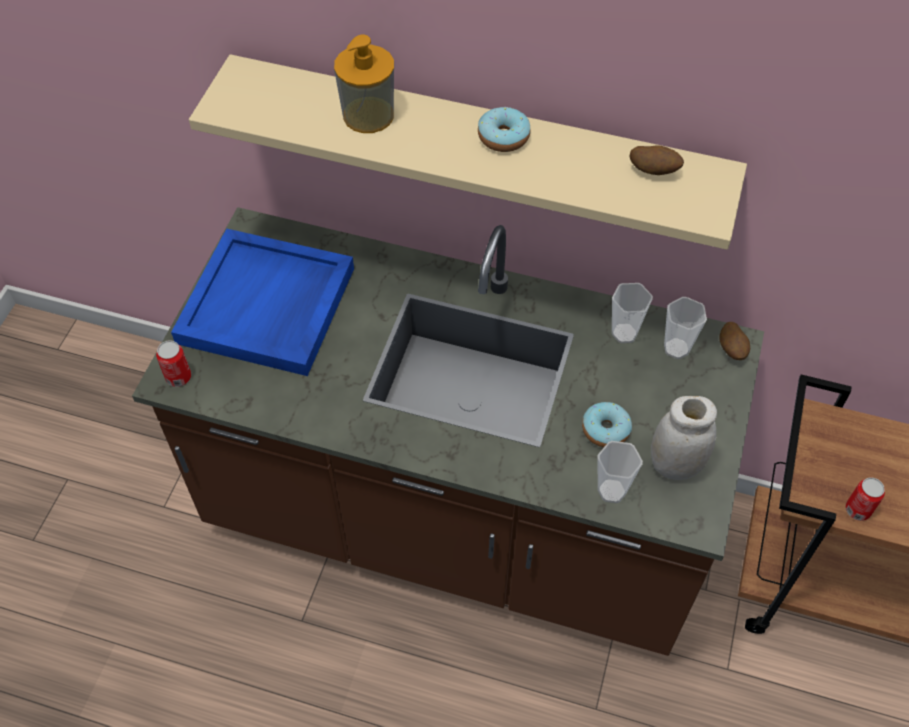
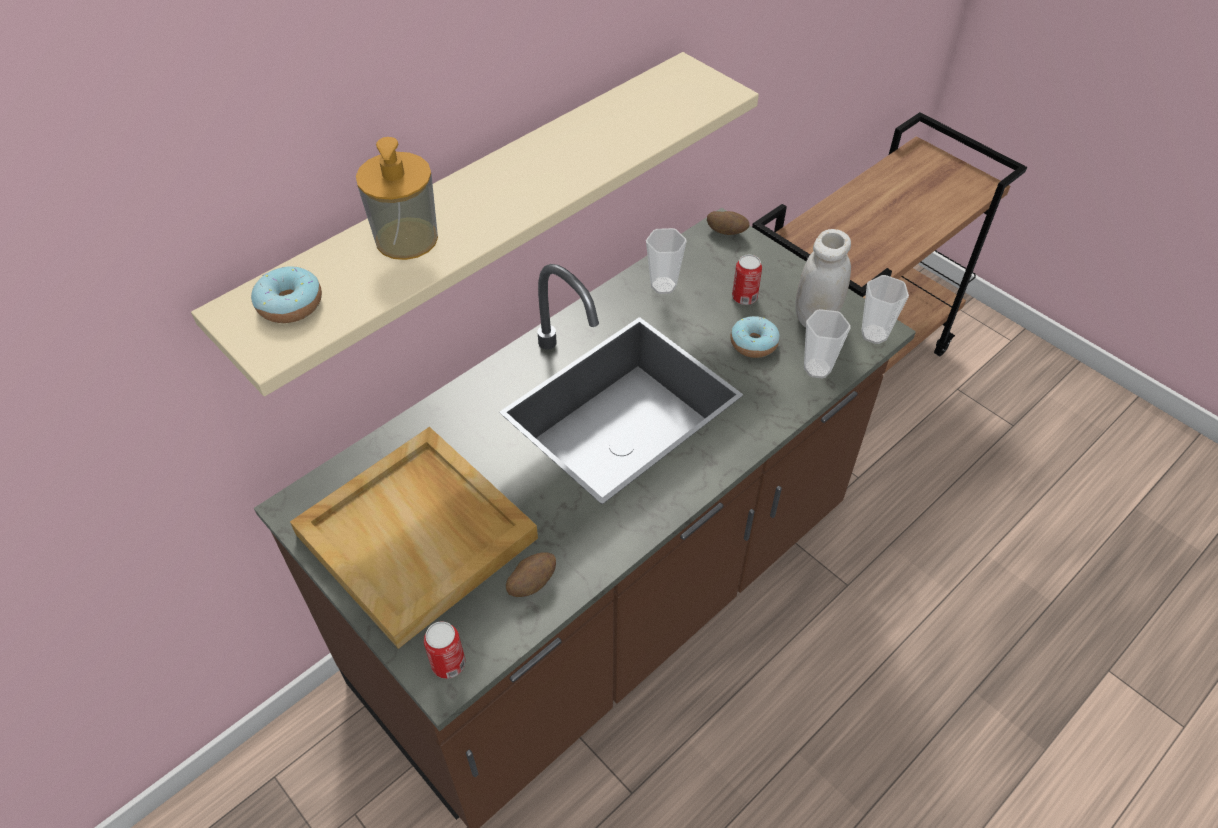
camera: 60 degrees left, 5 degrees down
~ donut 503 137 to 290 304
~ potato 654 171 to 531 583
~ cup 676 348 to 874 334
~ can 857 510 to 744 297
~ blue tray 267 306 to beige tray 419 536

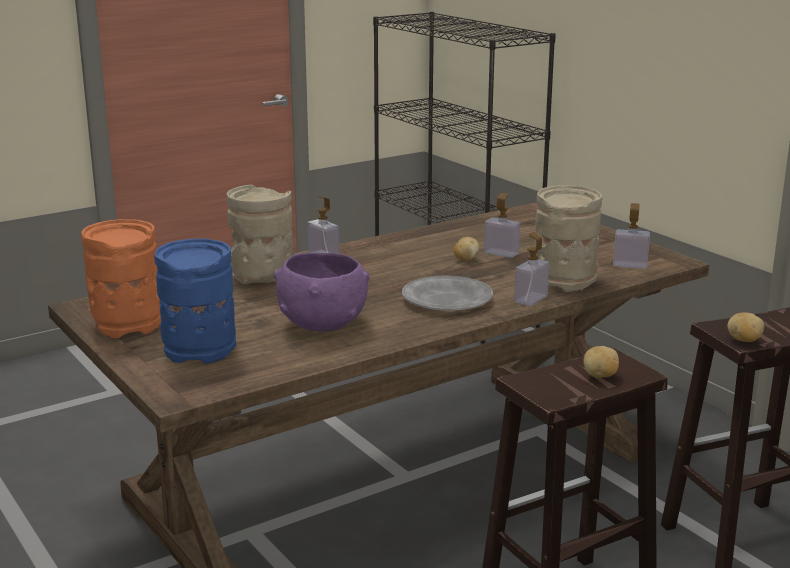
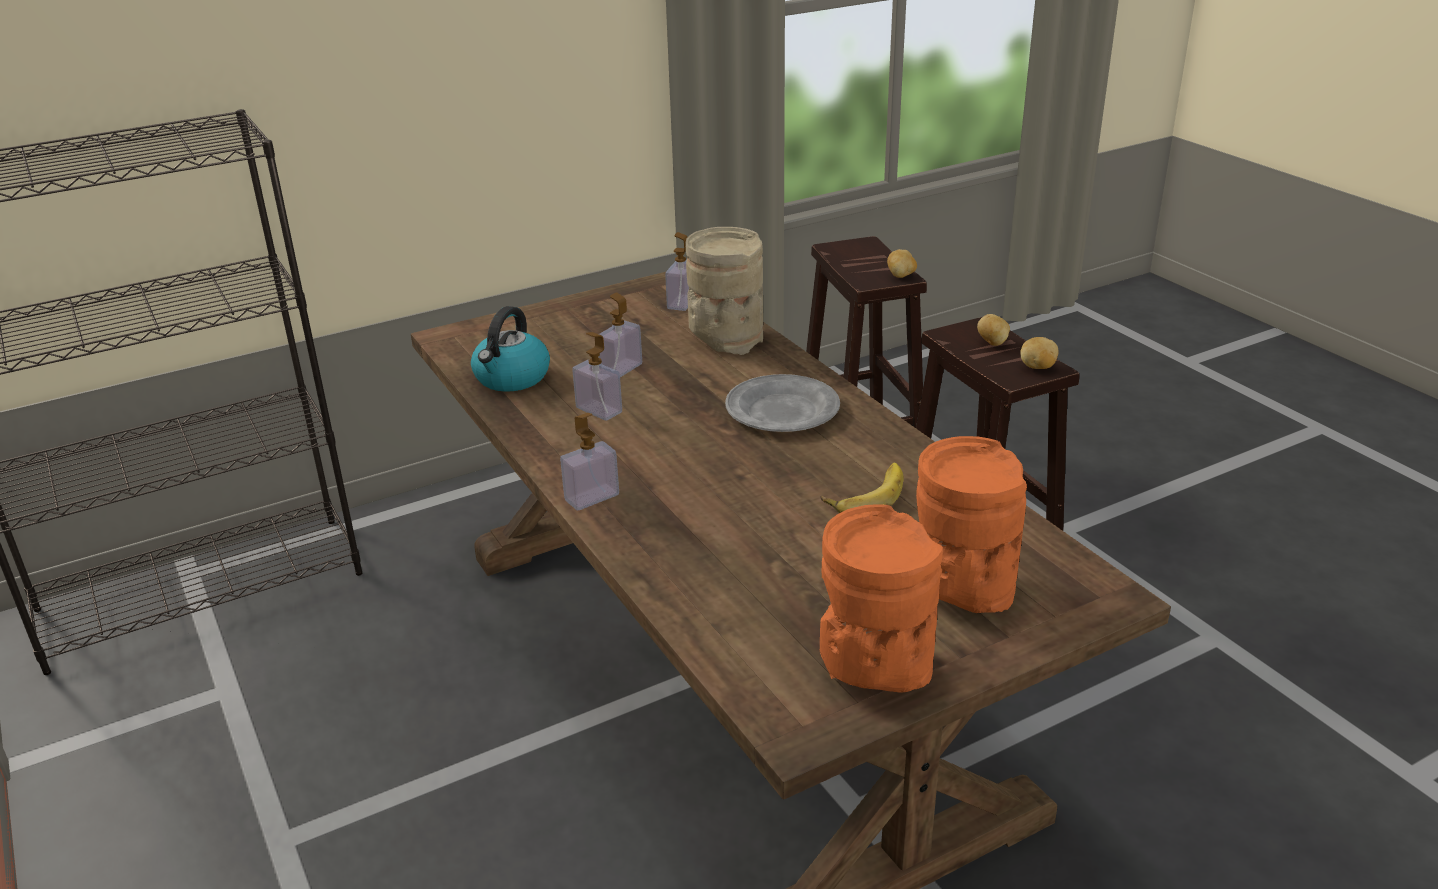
camera: 85 degrees left, 10 degrees up
- beige vase 261 279
+ kettle 512 378
~ potato 466 259 to 1037 367
~ soap dispenser 530 299 to 599 410
~ purple bowl 323 324 to banana 865 494
~ blue vase 200 349 to orange vase 960 589

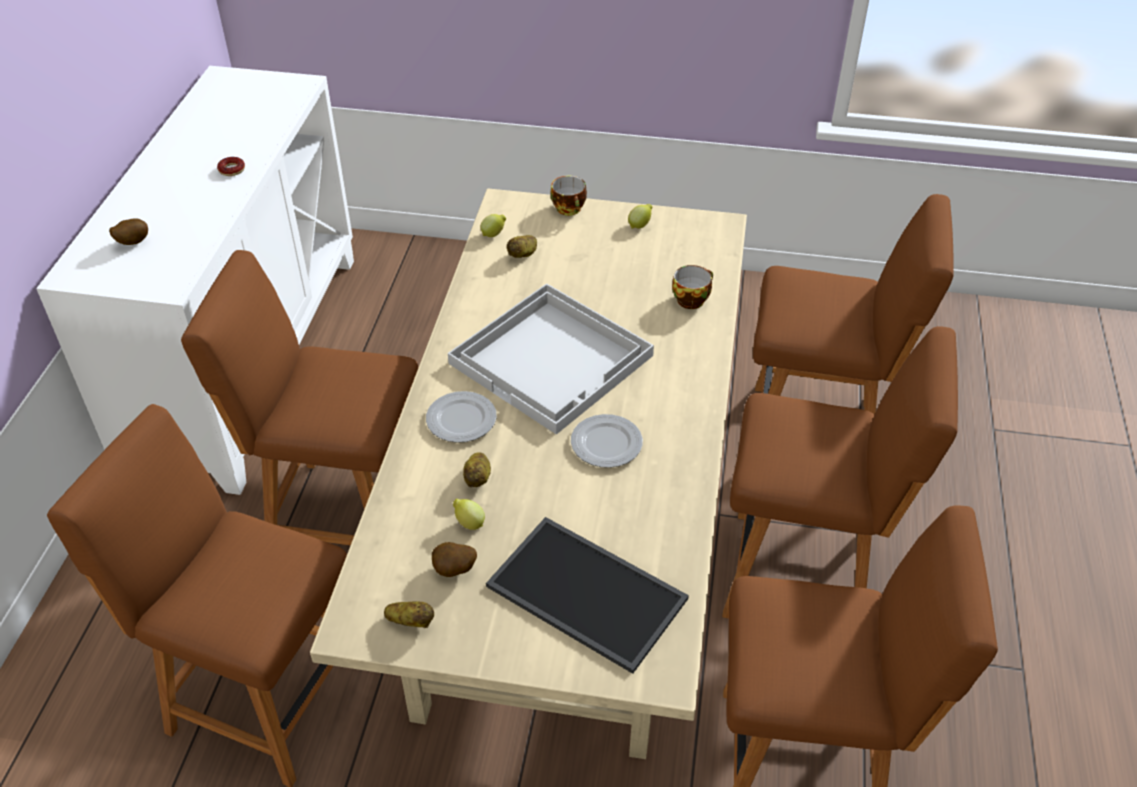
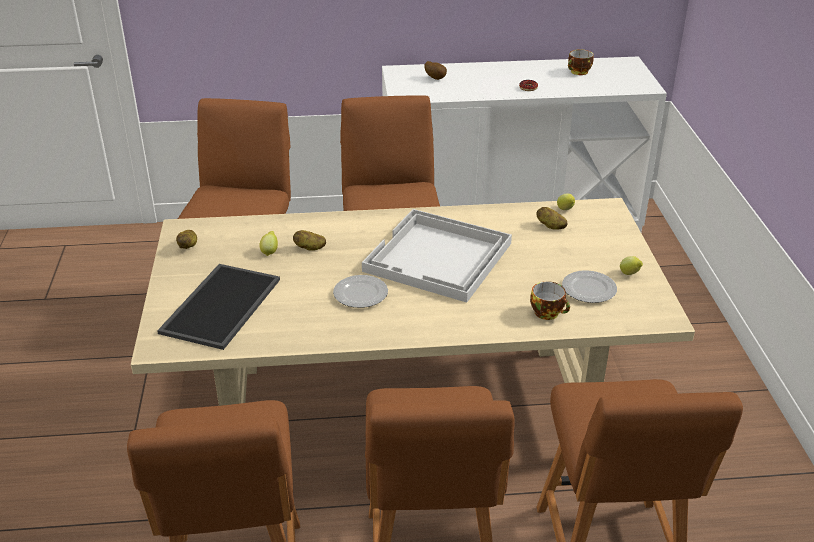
camera: 75 degrees right, 10 degrees down
- potato 454 571
~ plate 462 419 to 589 289
~ cup 570 209 to 579 72

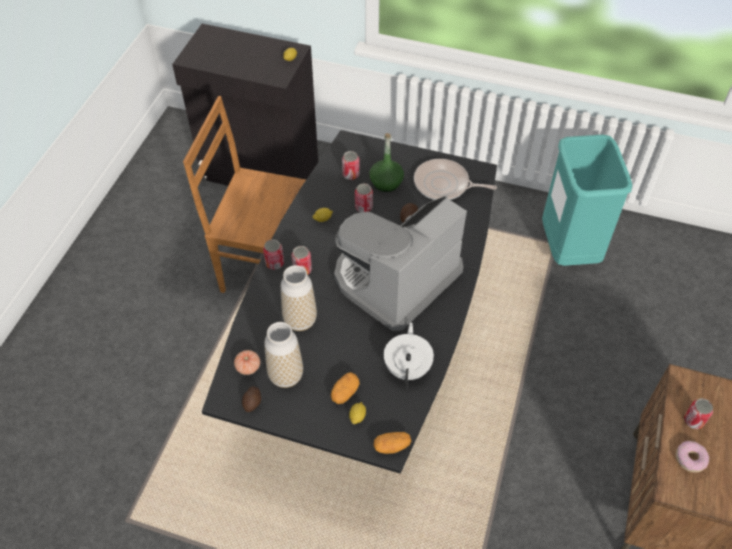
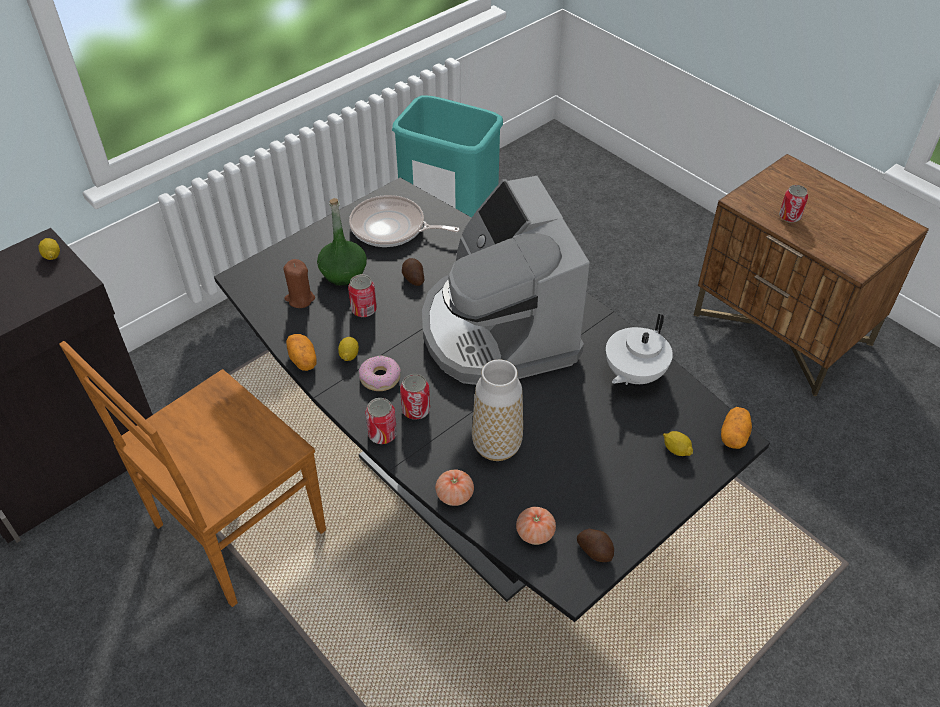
camera: 60 degrees left, 5 degrees down
- vase 286 376
+ tomato 454 495
~ potato 344 393 to 303 360
~ donut 690 459 to 380 378
~ can 350 174 to brown candle 300 299
~ white teapot 408 367 = 633 374 90 degrees counterclockwise
~ frying pan 444 185 = 392 228 60 degrees clockwise

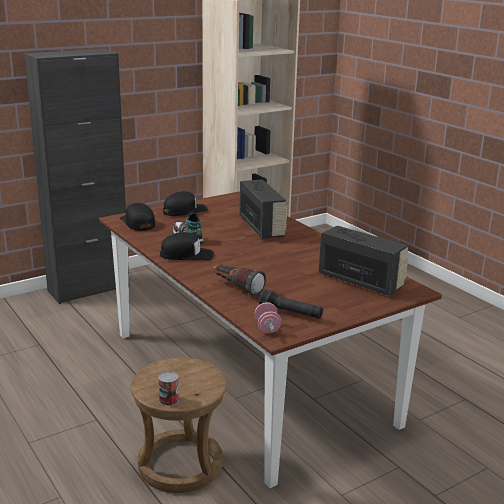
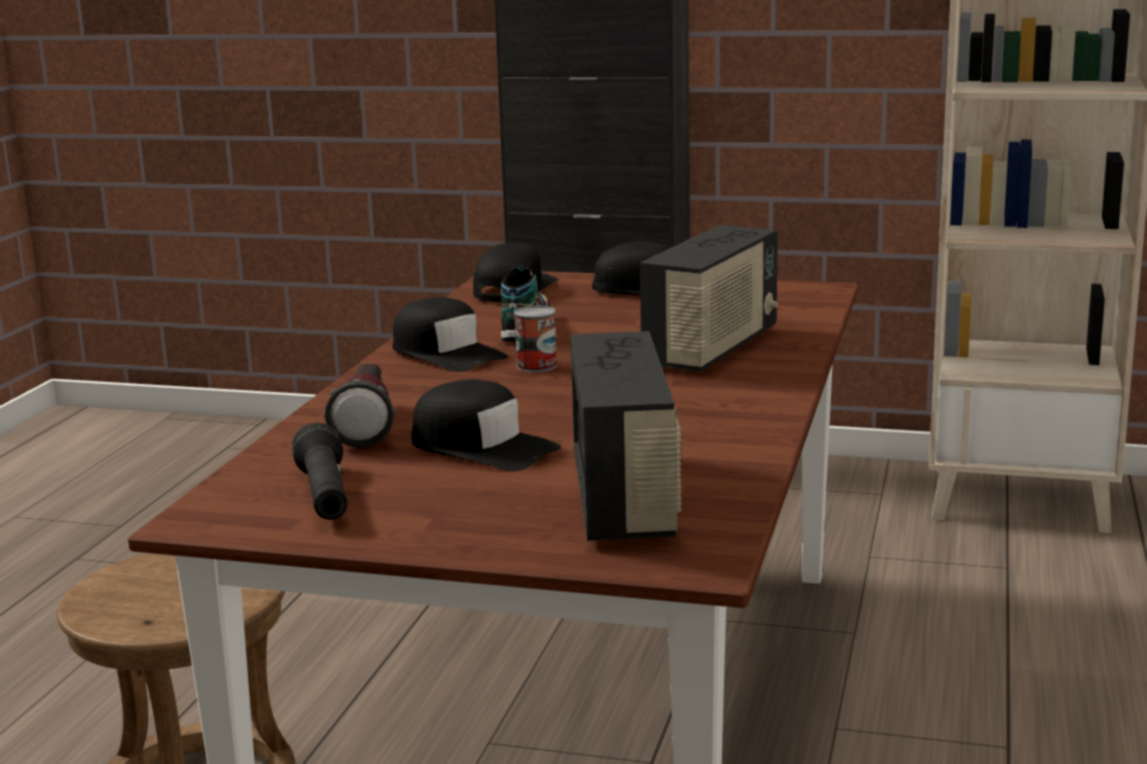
camera: 50 degrees right, 5 degrees down
- pink dumbbell 267 328
+ black cap 482 447
~ can 169 400 to 536 366

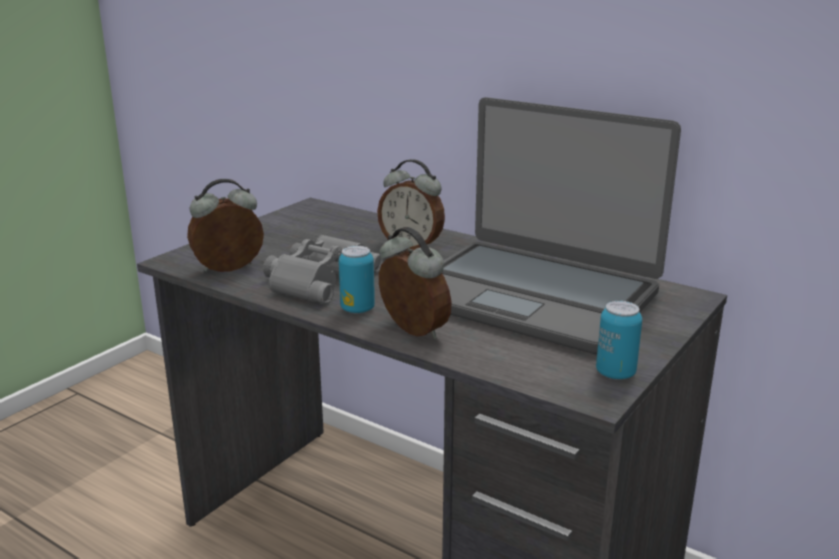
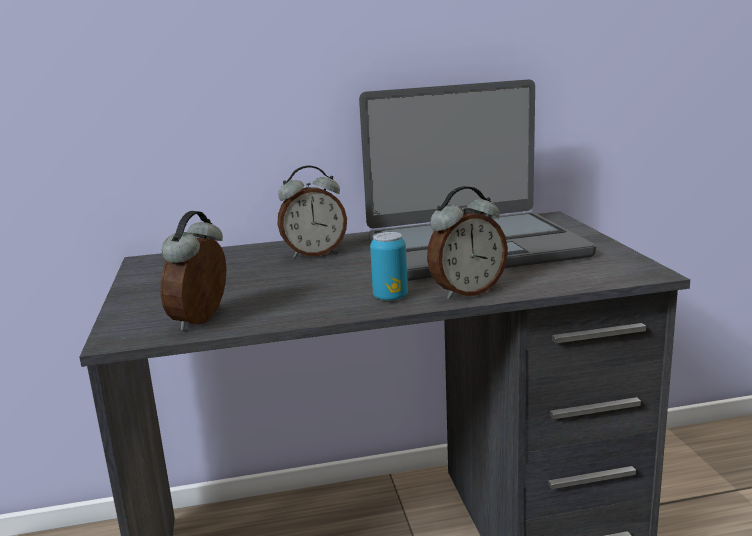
camera: 45 degrees left, 5 degrees down
- grey binoculars 318 278
- can 615 373
~ alarm clock 412 332 = 466 292 150 degrees clockwise

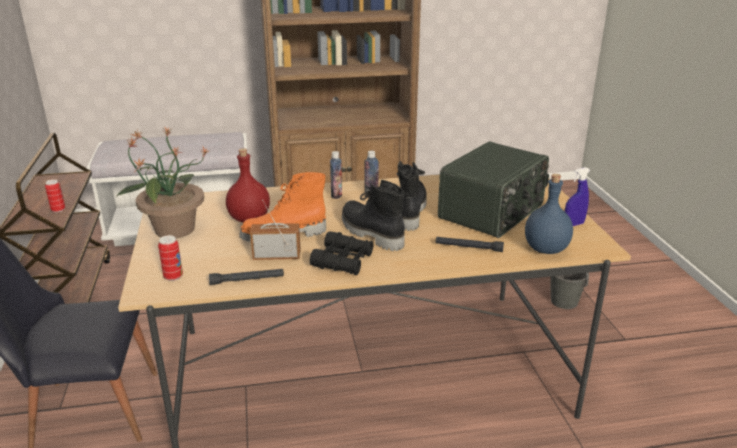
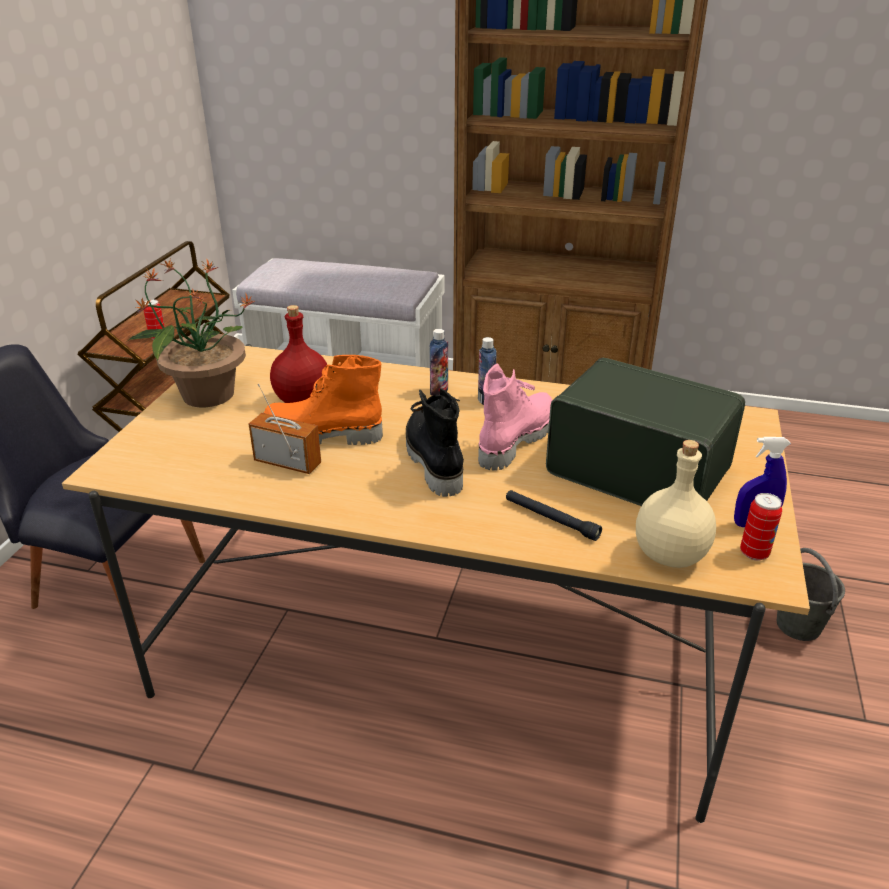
camera: 25 degrees right, 5 degrees up
- black flashlight 247 280
- black binoculars 343 261
~ can 173 277 to 754 553
~ black boot 409 212 to pink boot 515 440
~ blue bottle 545 249 to beige bottle 668 554
~ radio 493 212 = 638 470 120 degrees counterclockwise

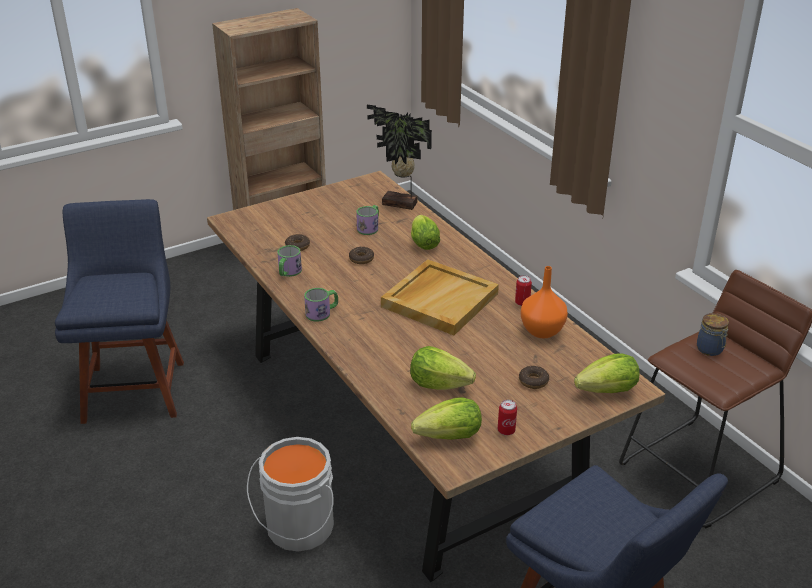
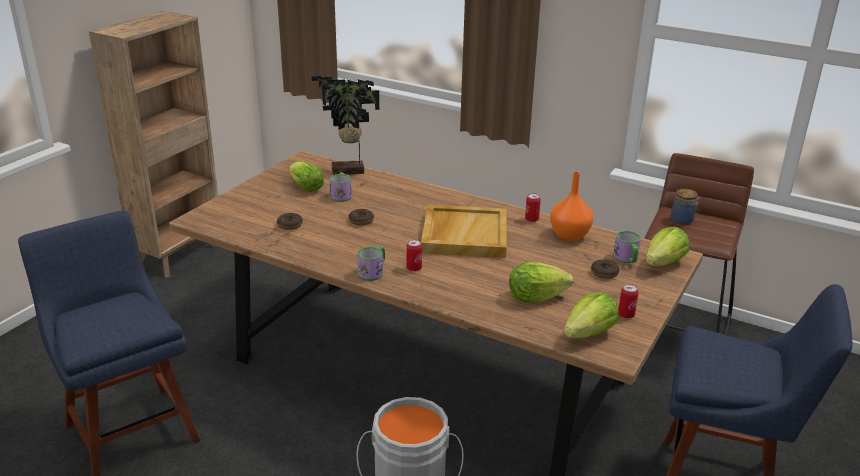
camera: 30 degrees left, 5 degrees down
+ can 414 268
~ mug 288 272 to 627 259
~ lettuce 423 242 to 304 187

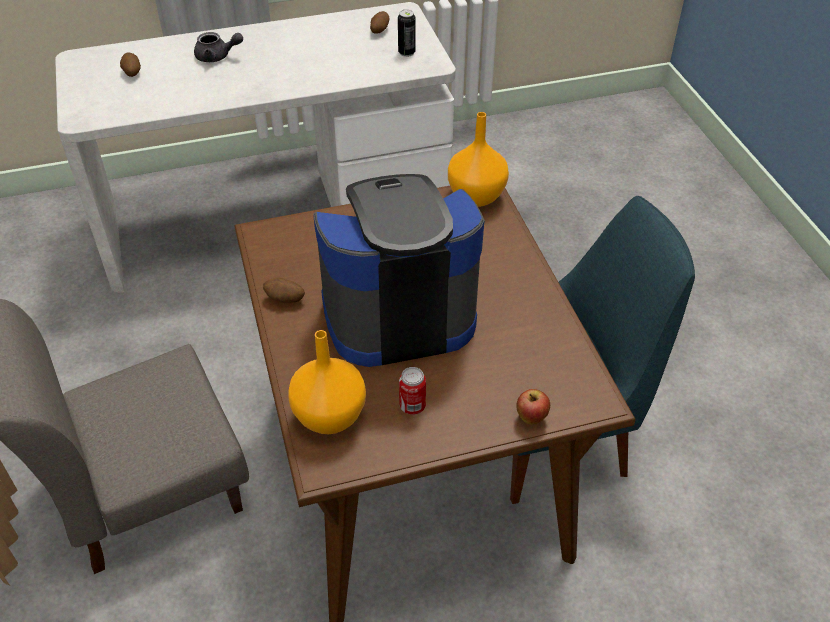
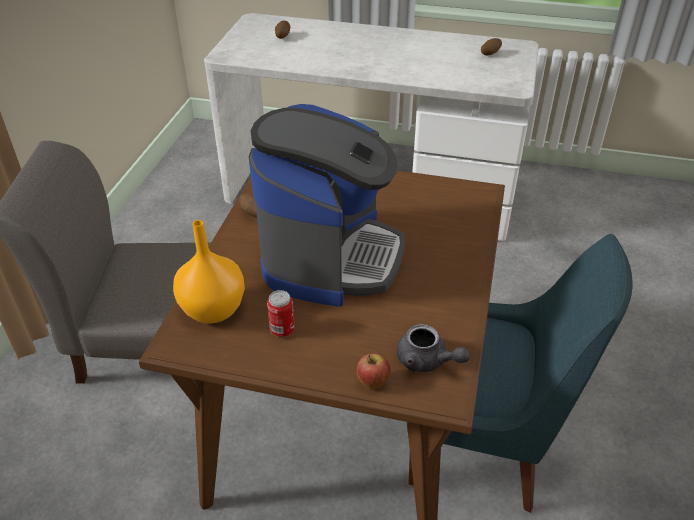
camera: 30 degrees right, 5 degrees down
- can 406 52
- orange vase 477 196
~ grey teapot 217 57 to 427 361
~ coffee machine 398 314 = 331 256 90 degrees clockwise

